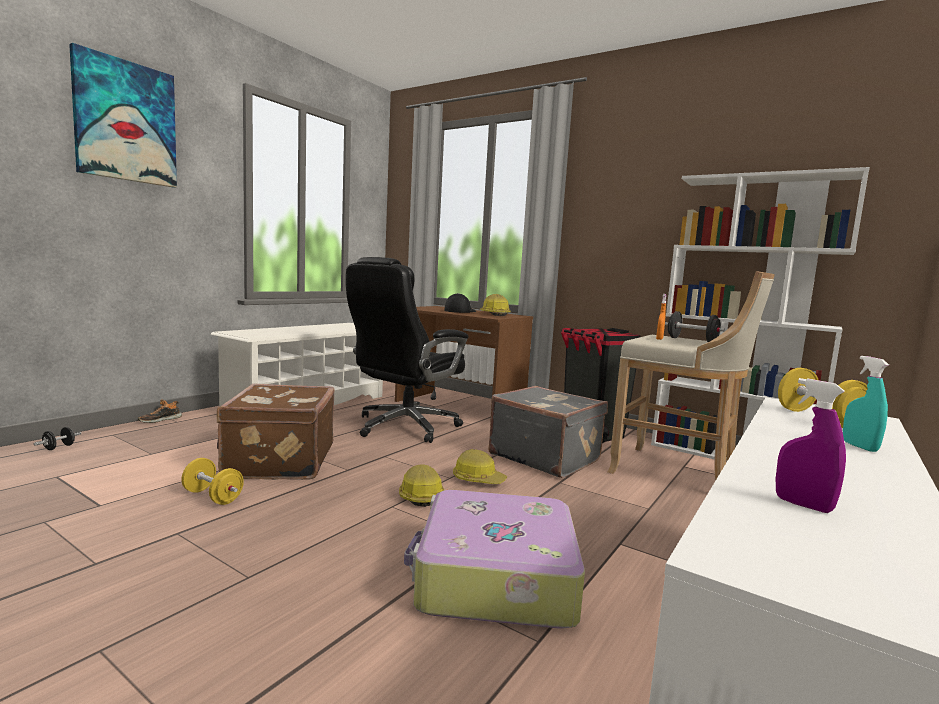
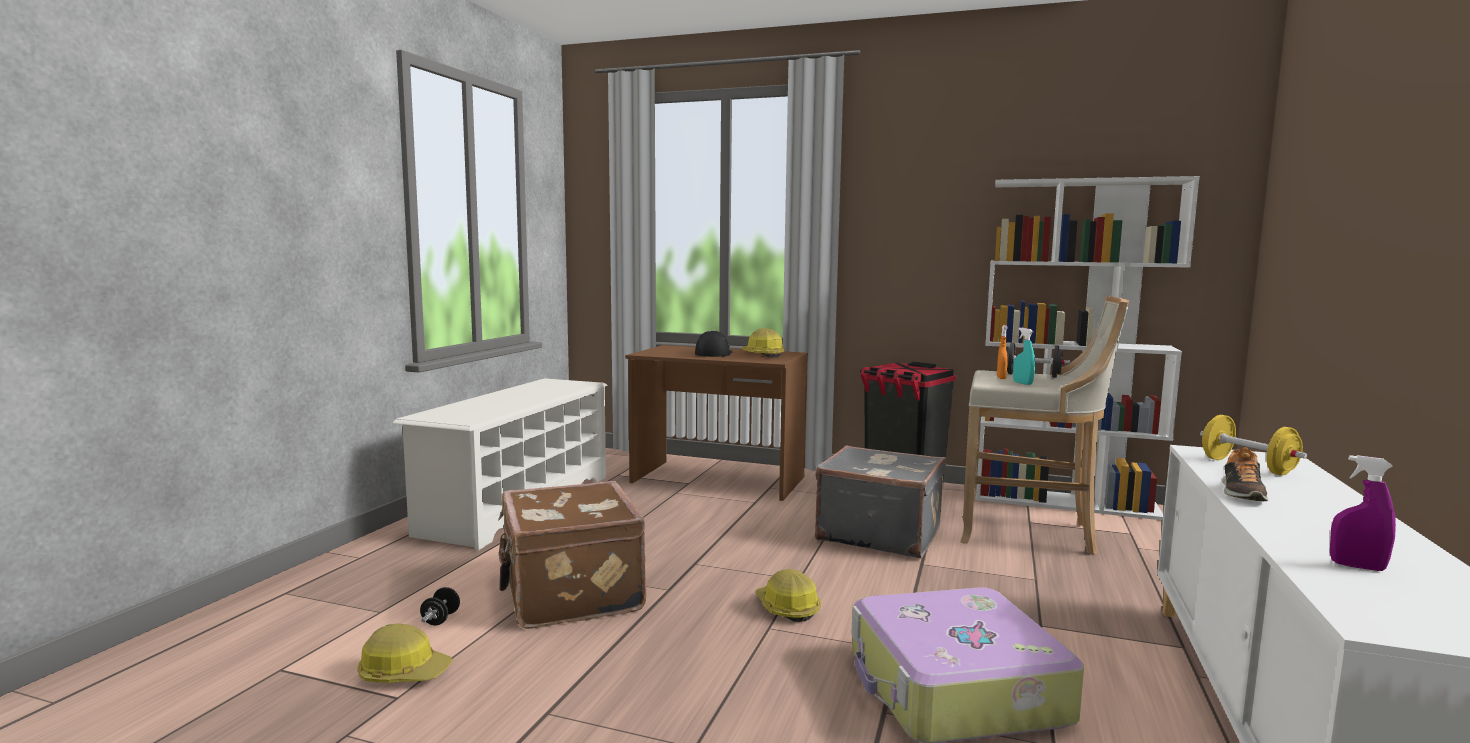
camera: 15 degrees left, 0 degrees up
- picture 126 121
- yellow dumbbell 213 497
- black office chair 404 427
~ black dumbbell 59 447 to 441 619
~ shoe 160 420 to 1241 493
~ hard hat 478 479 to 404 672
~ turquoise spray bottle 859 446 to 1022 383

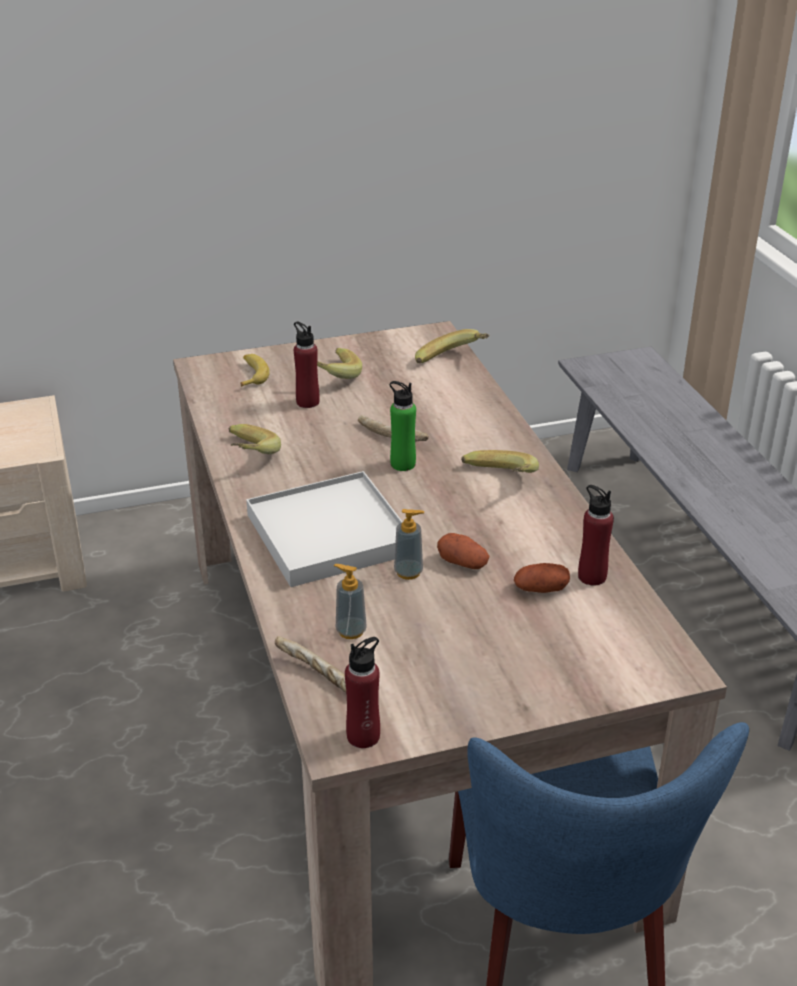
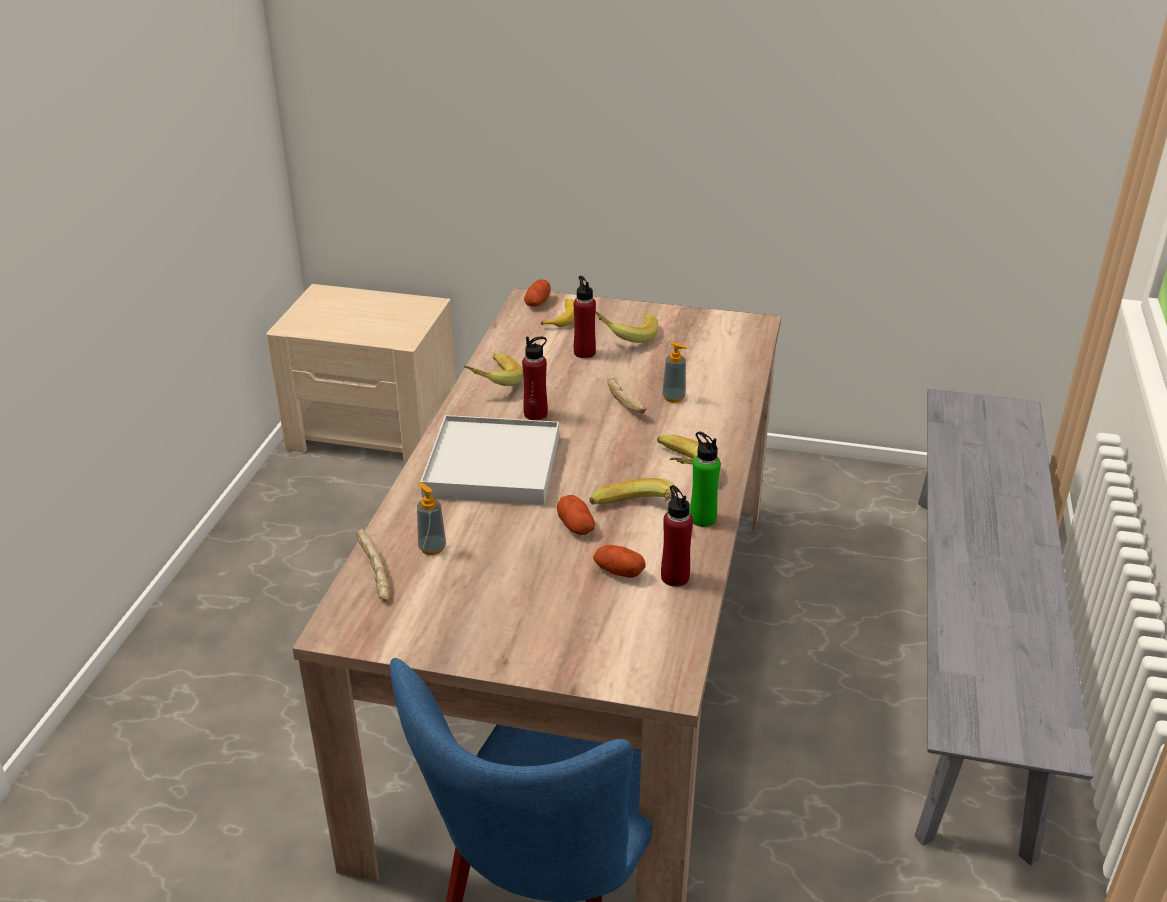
camera: 30 degrees right, 0 degrees up
+ potato 537 302
~ red bottle 363 736 to 535 414
~ green bottle 402 464 to 702 518
~ soap dispenser 408 572 to 673 397
~ banana 453 362 to 636 514

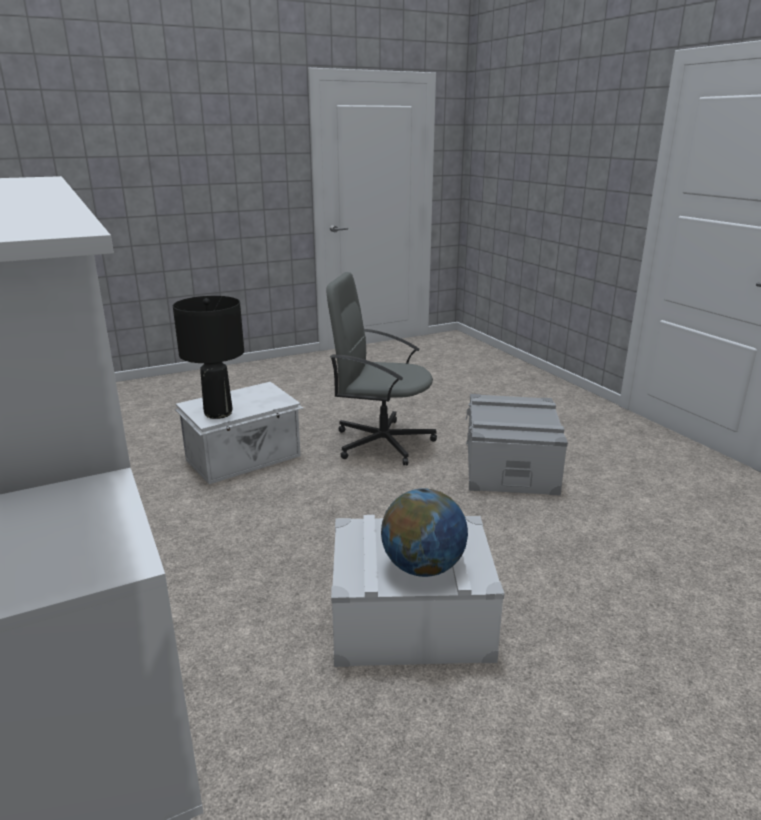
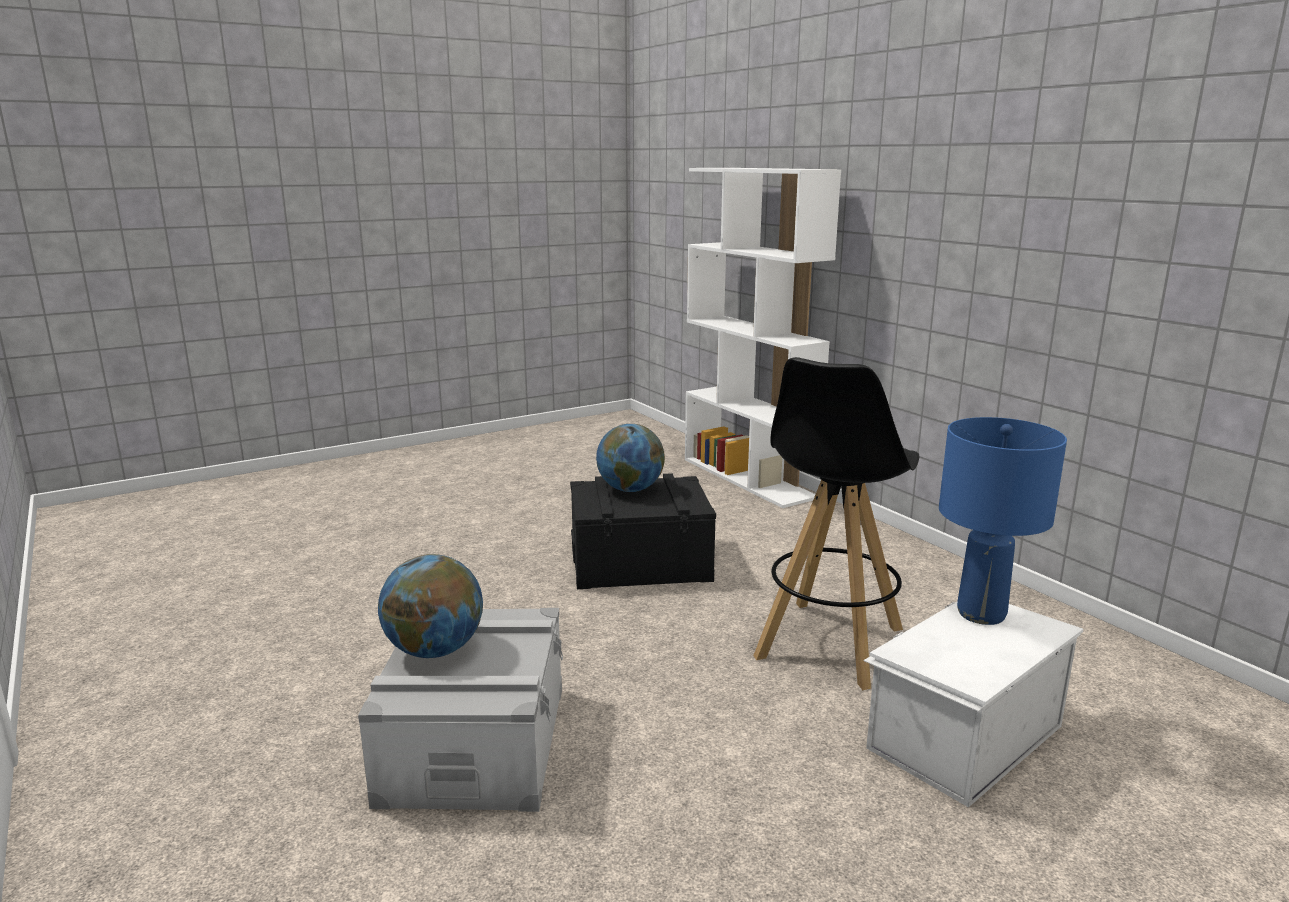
camera: 175 degrees right, 5 degrees down
- grey office chair 381 442
+ globe 435 650
+ black stool 828 643
~ black table lamp 218 413 to blue table lamp 981 613
~ white storage box 410 619 to black storage box 640 561

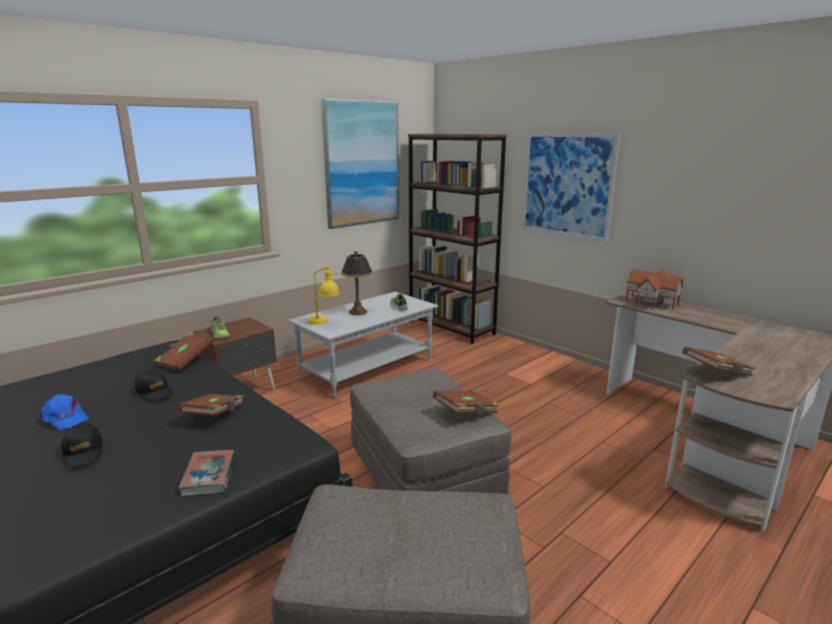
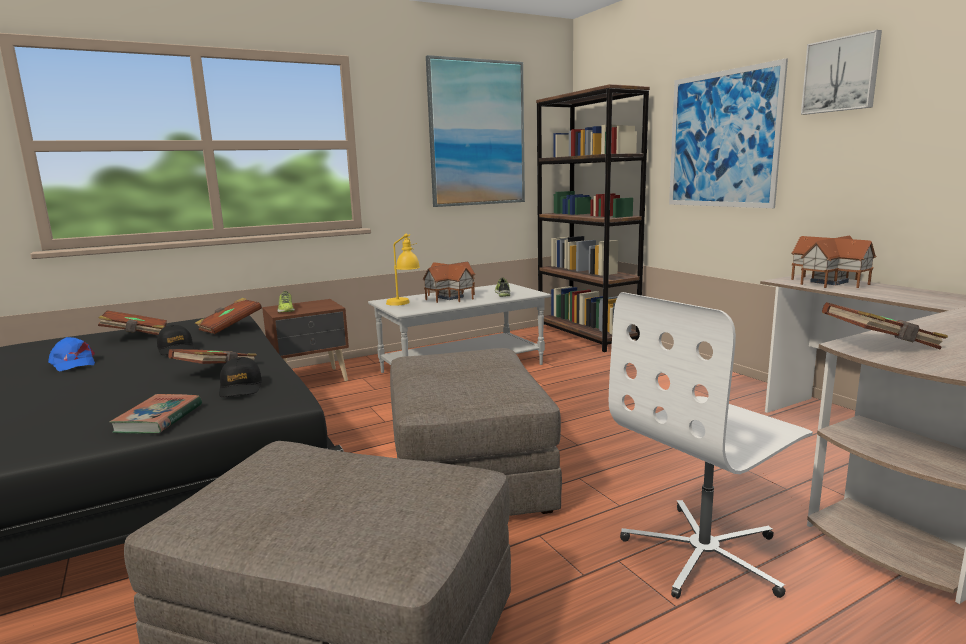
camera: 15 degrees right, 5 degrees down
+ white office chair 705 554
+ picture 841 75
~ black cap 83 452 to 241 387
~ brown book 466 413 to 136 335
~ table lamp 358 312 to toy house 450 297

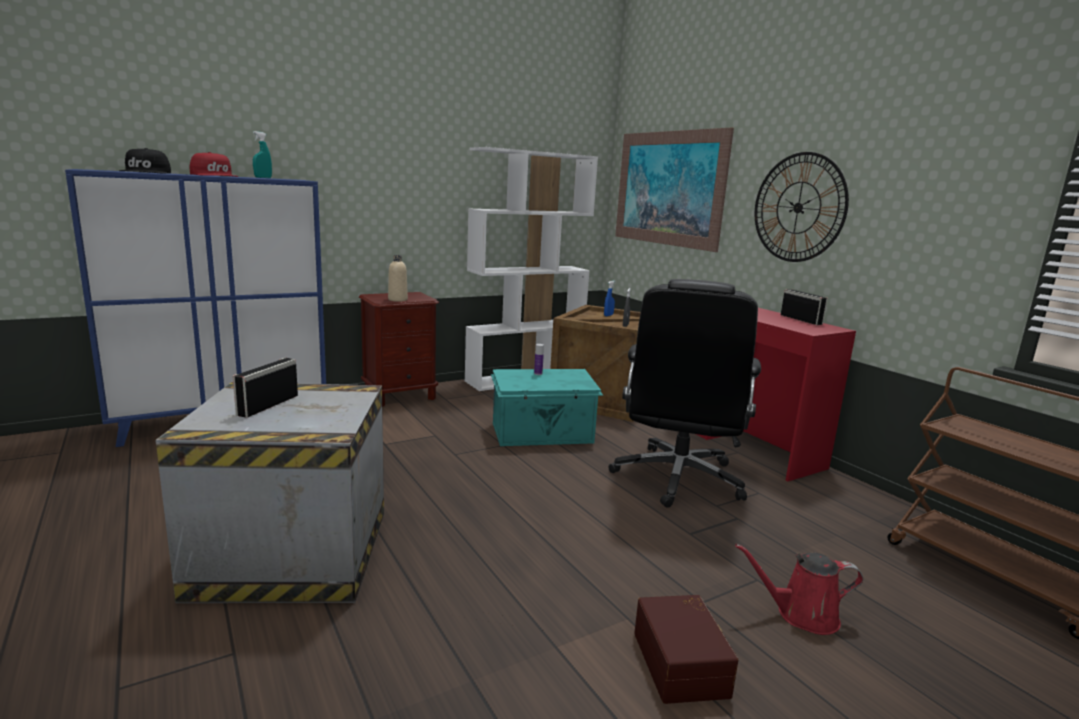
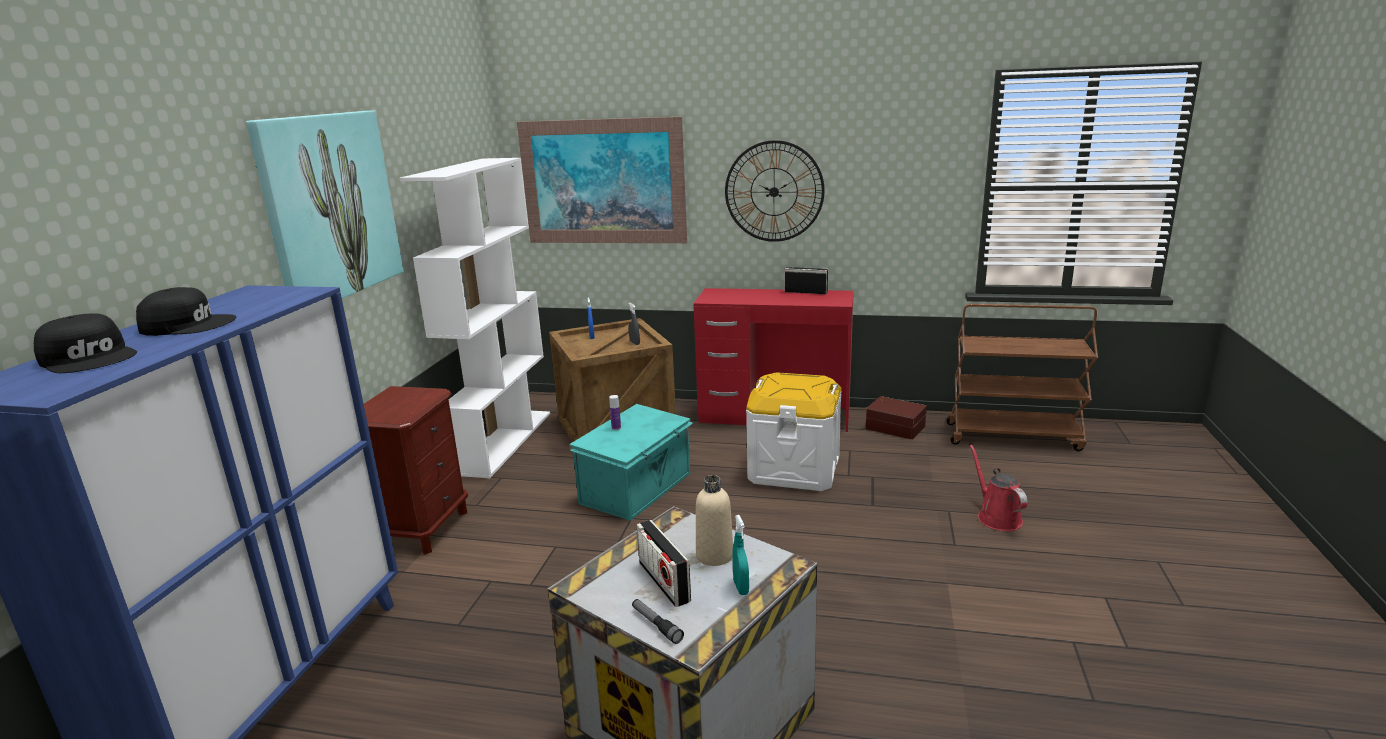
camera: 45 degrees left, 5 degrees up
+ picture 329 207
+ flashlight 656 625
~ turquoise spray bottle 263 178 to 741 587
~ beige bottle 397 300 to 714 555
~ brown storage box 682 663 to 895 427
~ black office chair 677 479 to white storage box 794 469
~ red cap 215 175 to black cap 188 325
~ red watering can 801 615 = 996 517 120 degrees clockwise

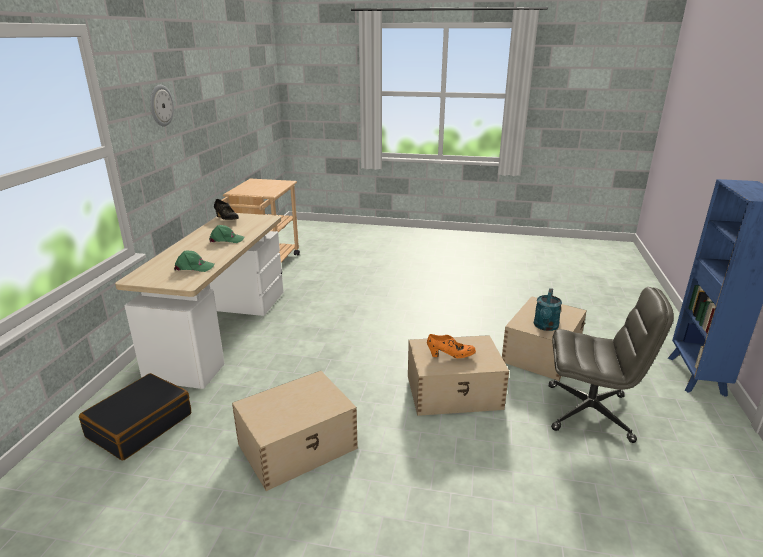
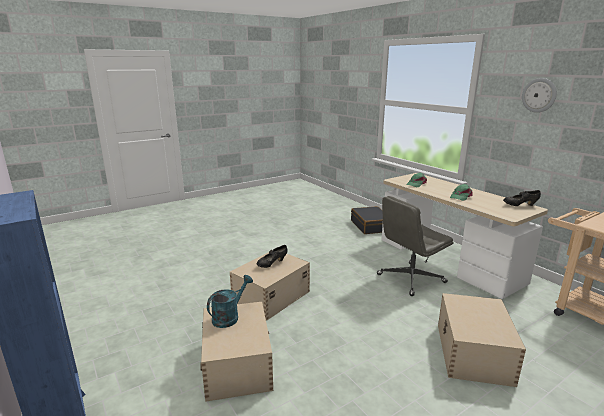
camera: 135 degrees right, 5 degrees down
~ beige storage box 298 446 to 473 353
~ grey office chair 590 412 to 410 279
~ orange shoe 450 356 to black shoe 272 264
~ turquoise watering can 545 327 = 229 316 60 degrees clockwise

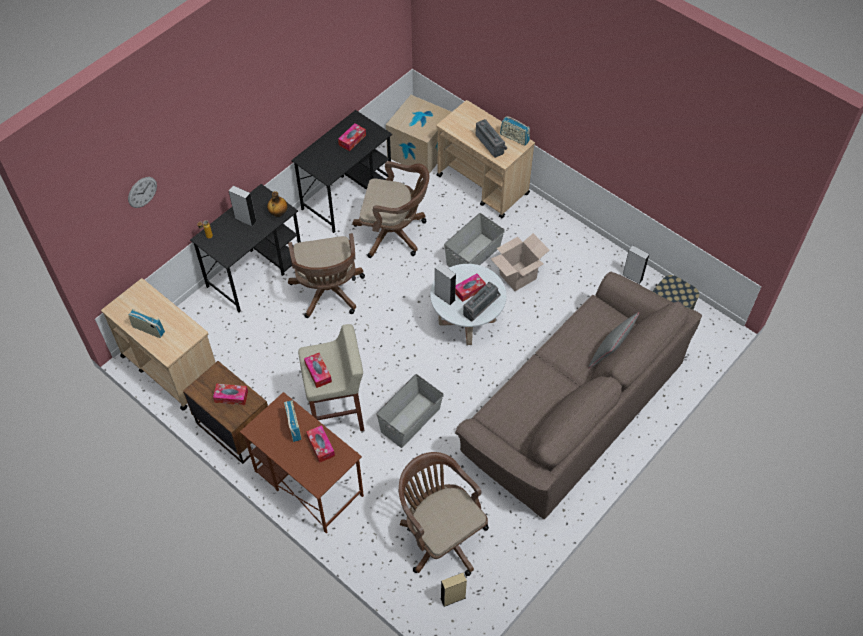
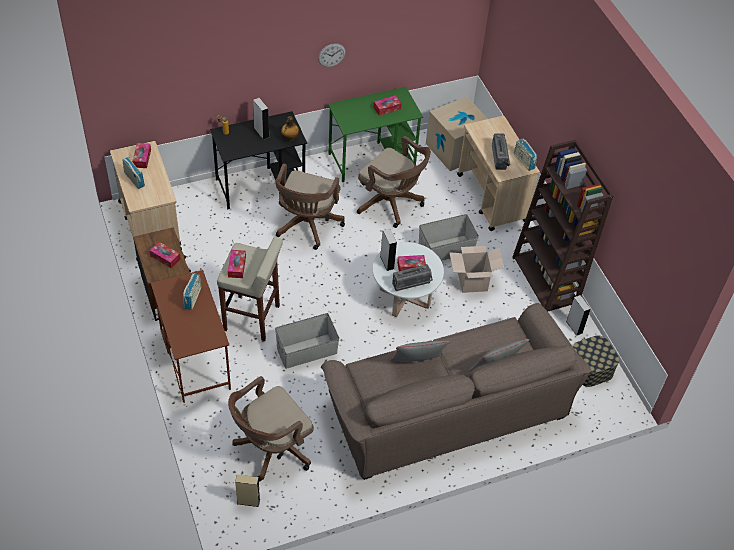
camera: 25 degrees right, 5 degrees down
+ grey pillow 417 365
+ brown bookcase 546 280
~ wall clock 142 192 to 331 55
~ tissue box 321 446 to 142 158
~ black desk 347 196 to green desk 372 159
~ brown office chair 440 535 = 271 449 120 degrees counterclockwise

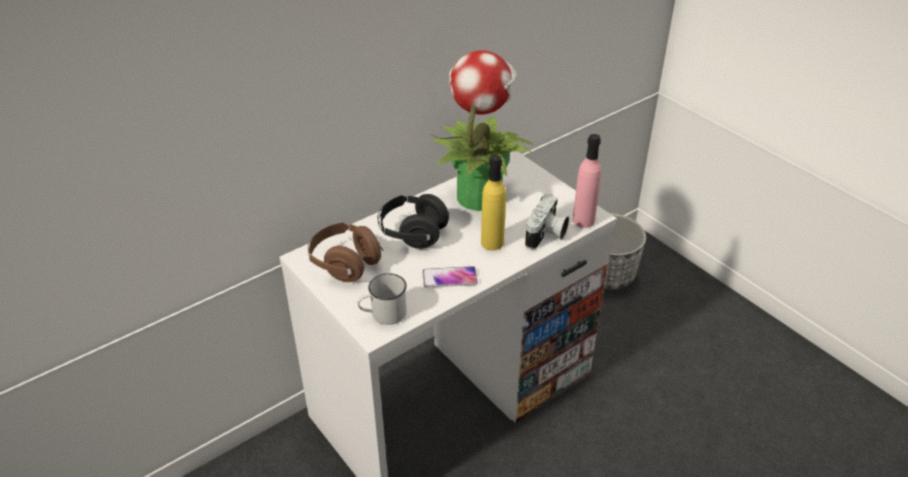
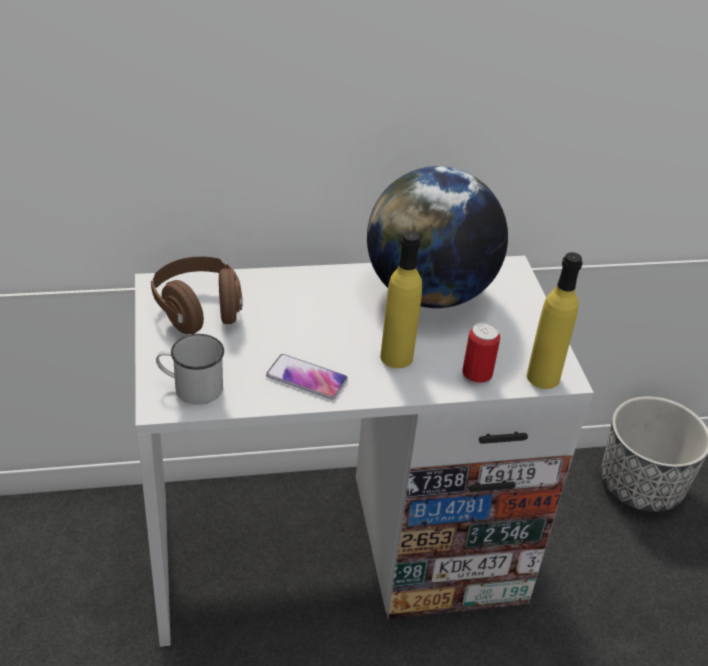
camera: 25 degrees right, 0 degrees up
- black headphones 412 233
~ potted plant 479 195 to globe 428 293
~ photo camera 546 235 to can 476 376
~ pink bottle 583 220 to yellow bottle 543 377

